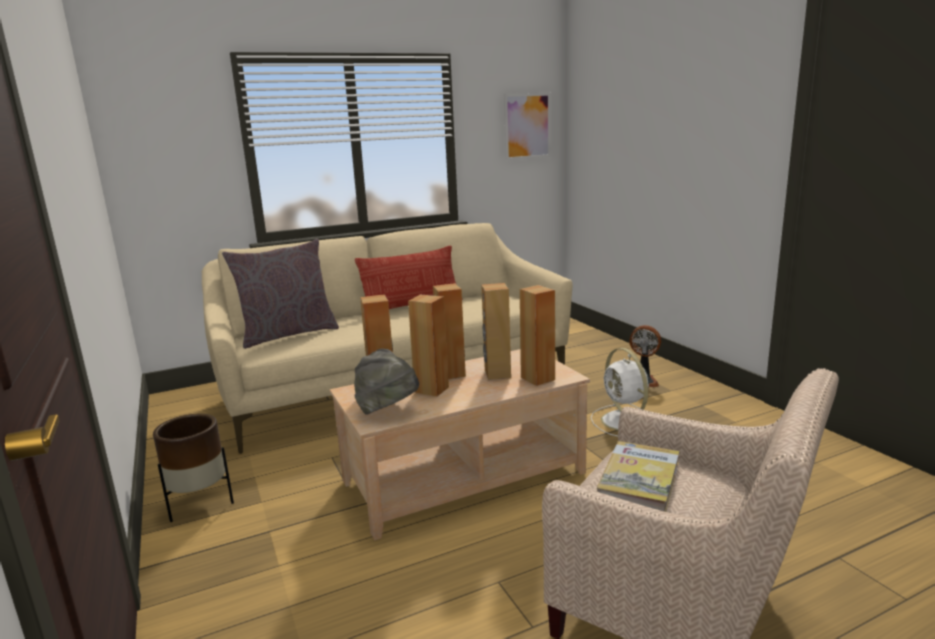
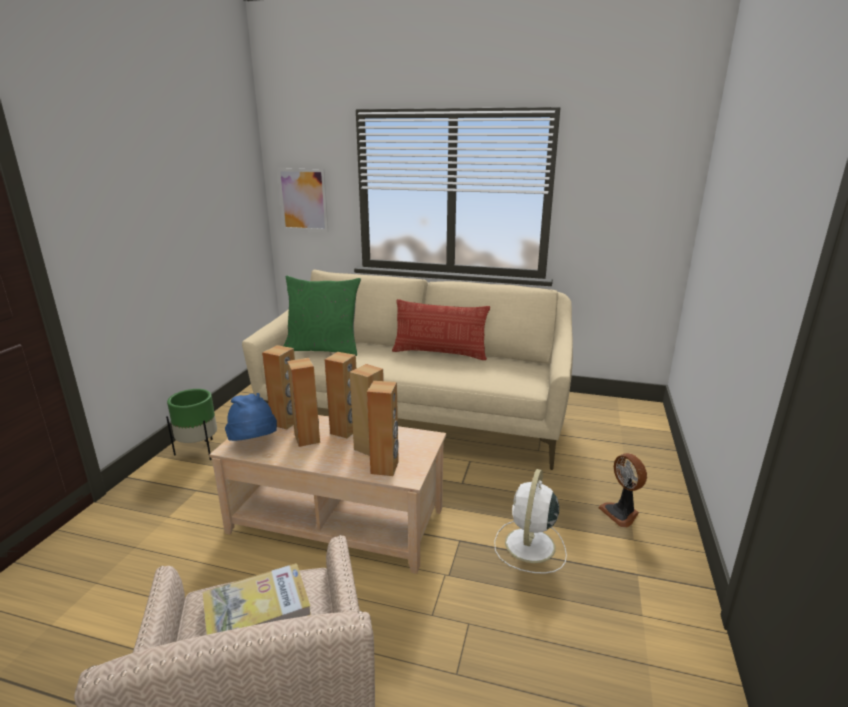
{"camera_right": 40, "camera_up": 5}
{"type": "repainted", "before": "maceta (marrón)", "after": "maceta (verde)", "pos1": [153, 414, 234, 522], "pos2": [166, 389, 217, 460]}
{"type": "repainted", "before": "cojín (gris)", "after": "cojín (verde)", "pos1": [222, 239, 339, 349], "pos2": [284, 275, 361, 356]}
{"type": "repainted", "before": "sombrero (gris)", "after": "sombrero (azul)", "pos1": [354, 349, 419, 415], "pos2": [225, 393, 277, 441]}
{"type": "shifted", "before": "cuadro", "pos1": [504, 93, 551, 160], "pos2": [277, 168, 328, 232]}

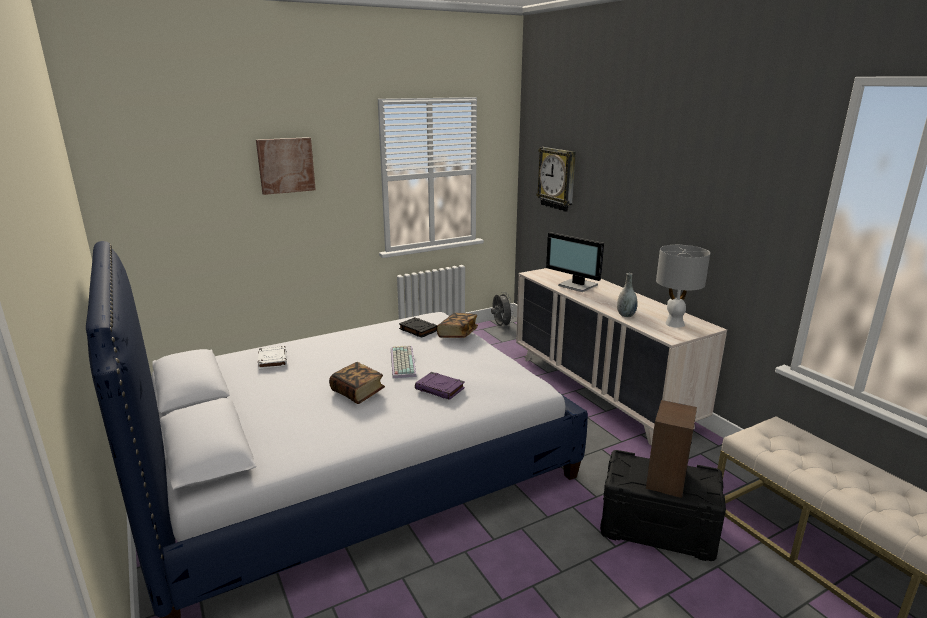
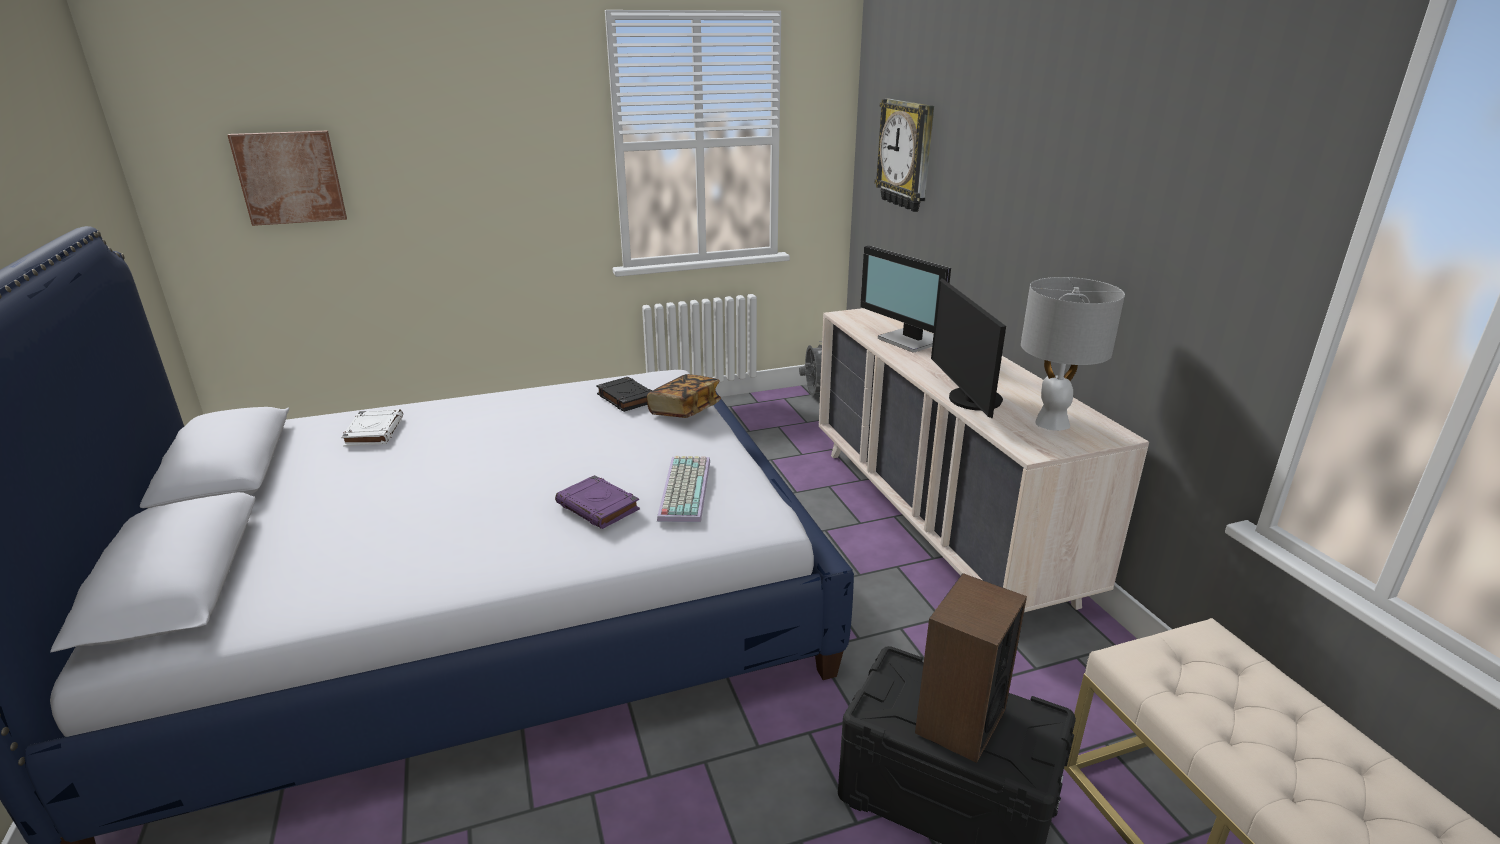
{"camera_right": 10, "camera_up": 5}
{"type": "shifted", "before": "cuadro", "pos1": [256, 137, 316, 195], "pos2": [228, 130, 347, 226]}
{"type": "gone", "before": "libro", "pos1": [329, 362, 385, 404]}
{"type": "shifted", "before": "teclado", "pos1": [391, 345, 417, 378], "pos2": [657, 456, 710, 522]}
{"type": "swapped", "before": "florero (gris)", "after": "monitor", "pos1": [617, 273, 638, 317], "pos2": [931, 278, 1006, 419]}

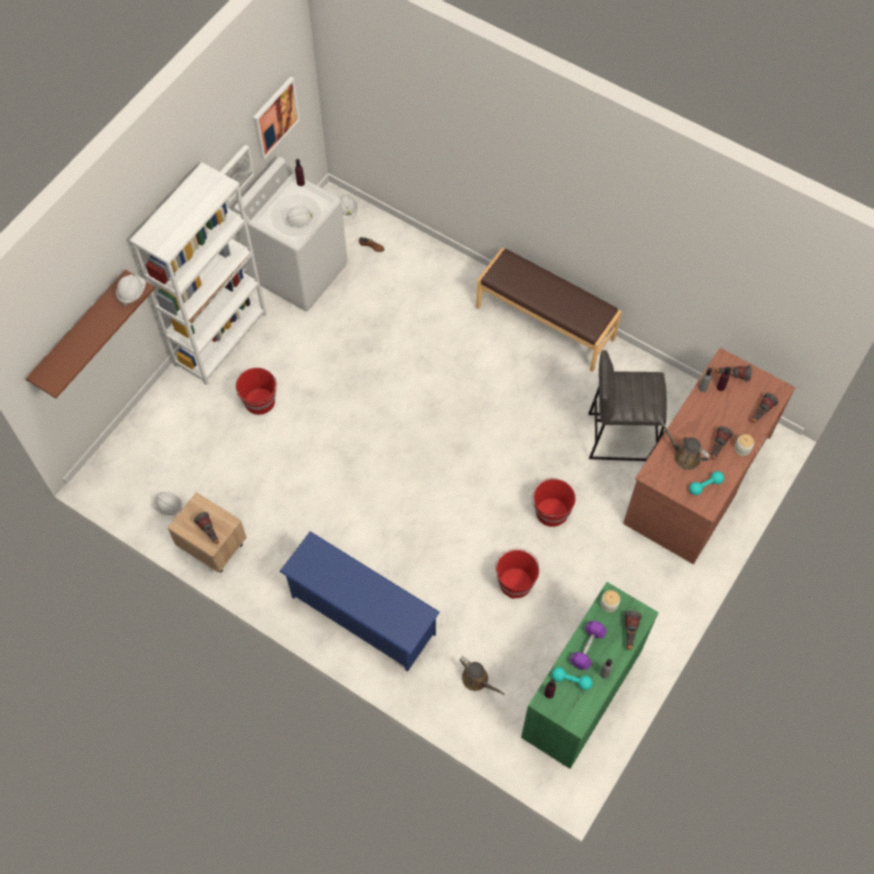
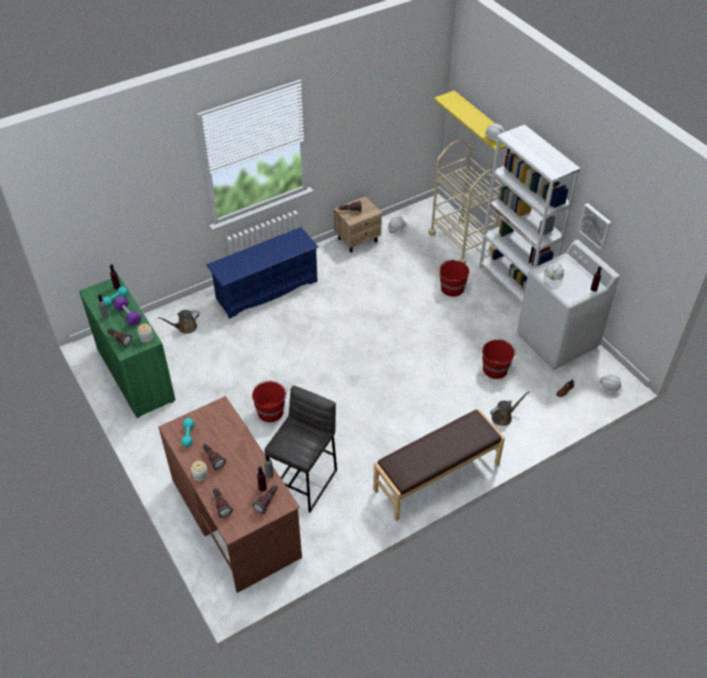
{"camera_right": 115, "camera_up": -15}
{"type": "repainted", "before": "estante (marrón)", "after": "estante (amarillo)", "pos1": [26, 270, 155, 398], "pos2": [434, 90, 510, 154]}
{"type": "gone", "before": "cuadro", "pos1": [253, 76, 300, 160]}
{"type": "shifted", "before": "cubo (rojo)", "pos1": [495, 548, 539, 599], "pos2": [482, 339, 516, 379]}
{"type": "shifted", "before": "regadera (marrón)", "pos1": [660, 421, 710, 470], "pos2": [490, 391, 529, 426]}
{"type": "new", "after": "carrito (beis)", "pos2": [429, 140, 504, 264]}

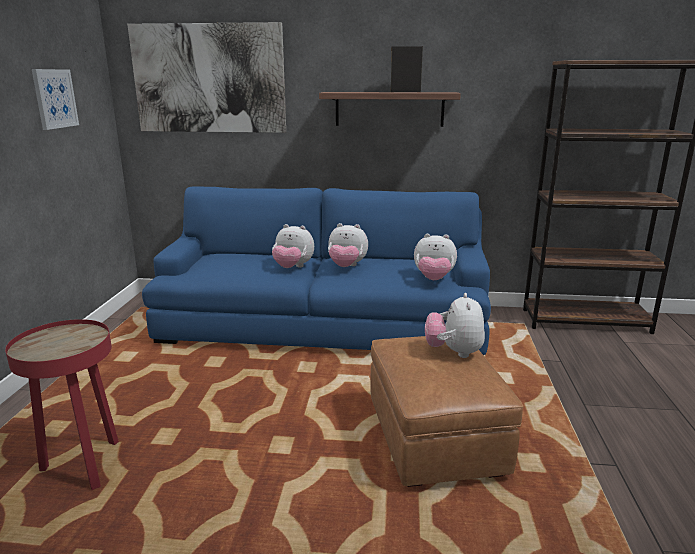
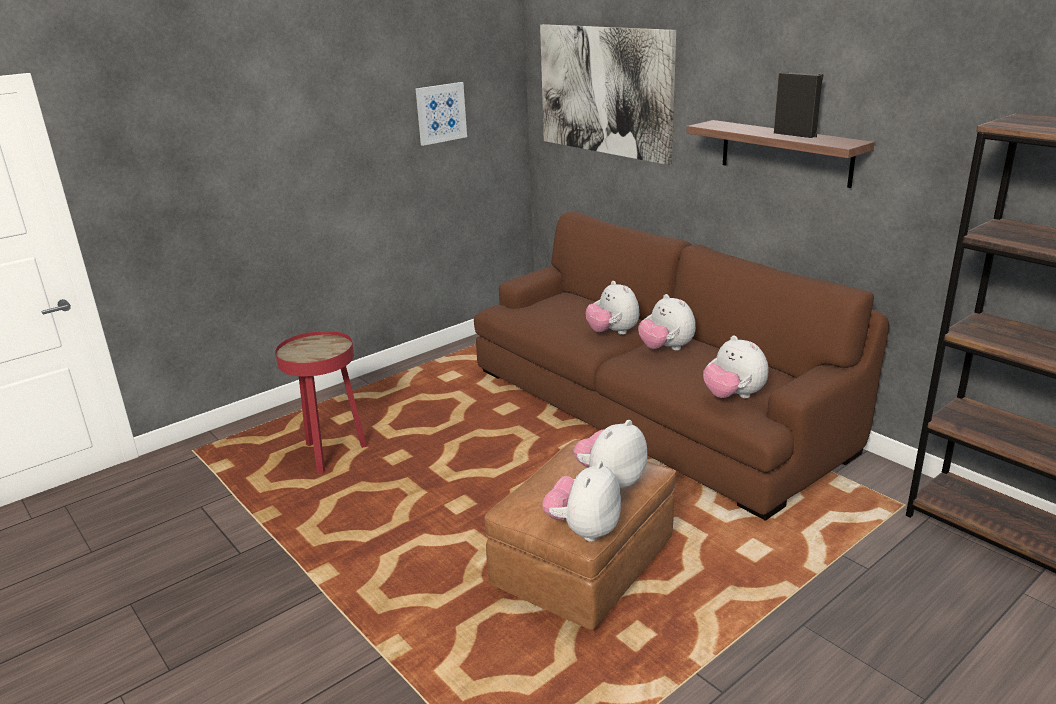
{"camera_right": 45, "camera_up": 5}
{"type": "repainted", "before": "sofá (azul)", "after": "sofá (marrón)", "pos1": [142, 186, 491, 355], "pos2": [474, 212, 889, 521]}
{"type": "new", "after": "peluche", "pos2": [542, 461, 621, 542]}

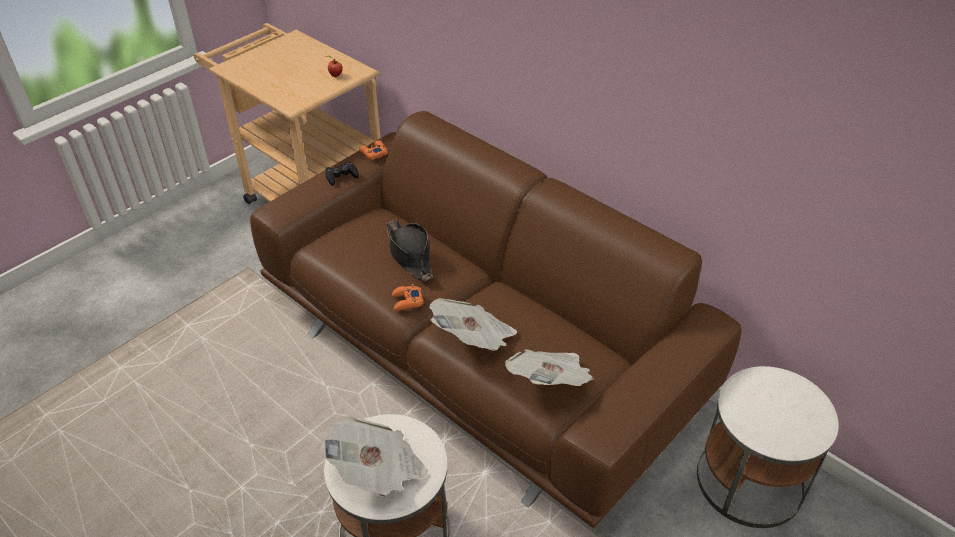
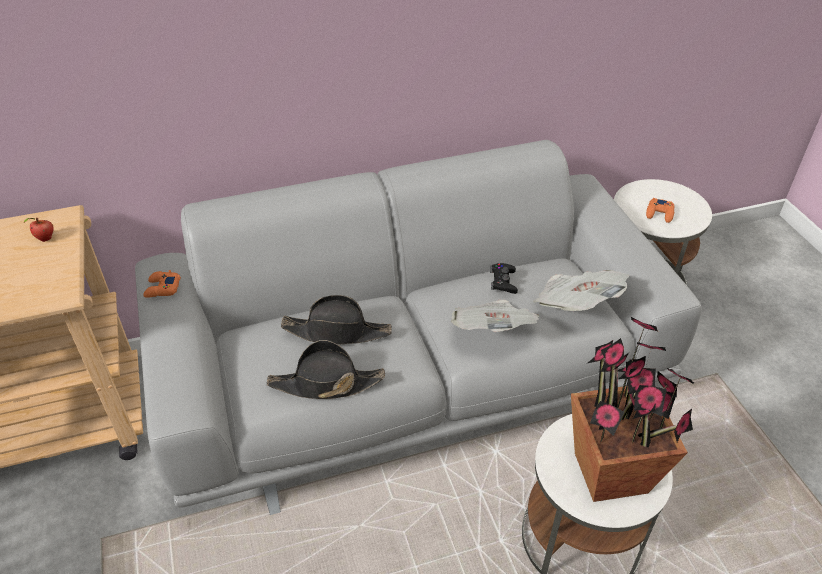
{"camera_right": -60, "camera_up": 0}
{"type": "repainted", "before": "sofá (marrón)", "after": "sofá (gris)", "pos1": [250, 111, 742, 528], "pos2": [135, 140, 702, 515]}
{"type": "swapped", "before": "periódico", "after": "planta en maceta", "pos1": [320, 416, 428, 497], "pos2": [571, 317, 695, 502]}
{"type": "shifted", "before": "mando de consola (negro)", "pos1": [325, 161, 359, 186], "pos2": [490, 263, 518, 294]}
{"type": "shifted", "before": "mando de consola (naranja)", "pos1": [392, 284, 423, 311], "pos2": [646, 198, 674, 223]}
{"type": "new", "after": "sombrero (negro)", "pos2": [267, 340, 385, 399]}

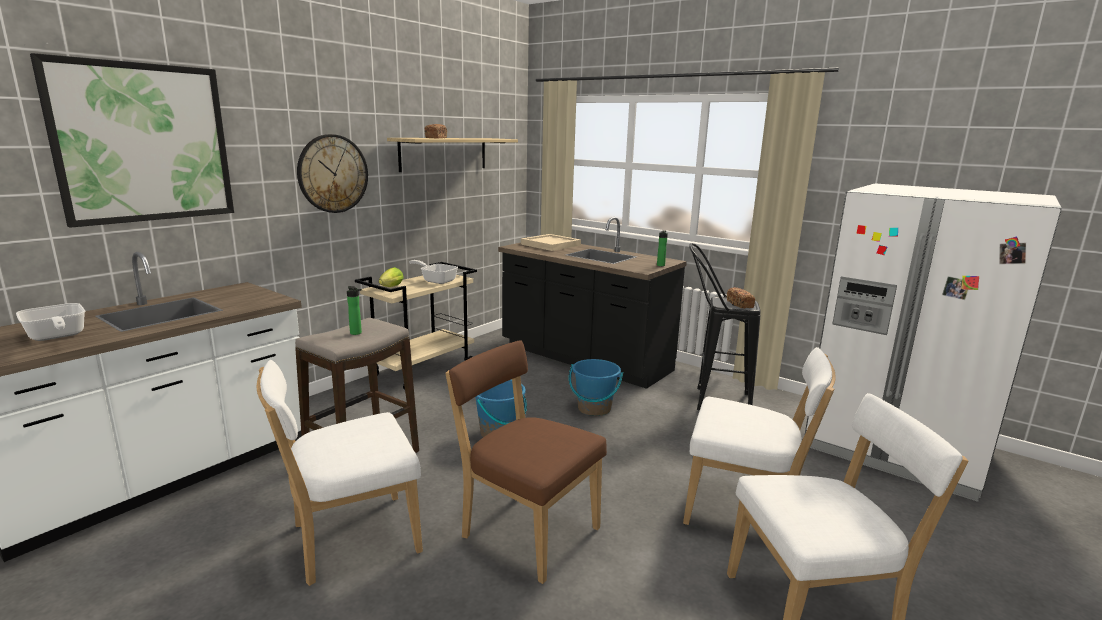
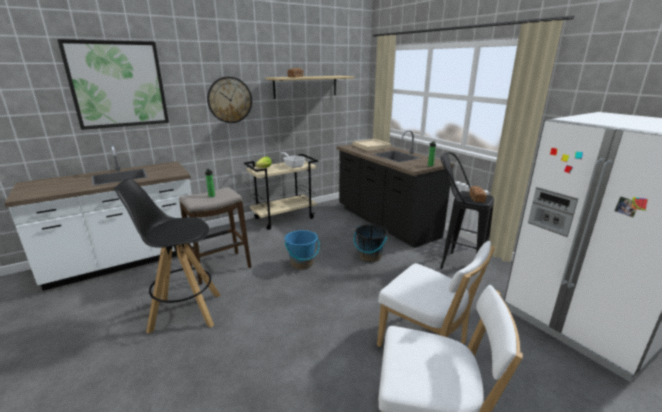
{"camera_right": 20, "camera_up": 5}
{"type": "gone", "before": "sartén", "pos1": [16, 303, 85, 341]}
{"type": "swapped", "before": "silla (blanco)", "after": "taburete (negro)", "pos1": [257, 360, 423, 586], "pos2": [113, 179, 221, 334]}
{"type": "gone", "before": "silla (marrón)", "pos1": [445, 340, 607, 584]}
{"type": "repainted", "before": "cubo (azul)", "after": "cubo (negro)", "pos1": [569, 359, 623, 416], "pos2": [354, 225, 388, 262]}

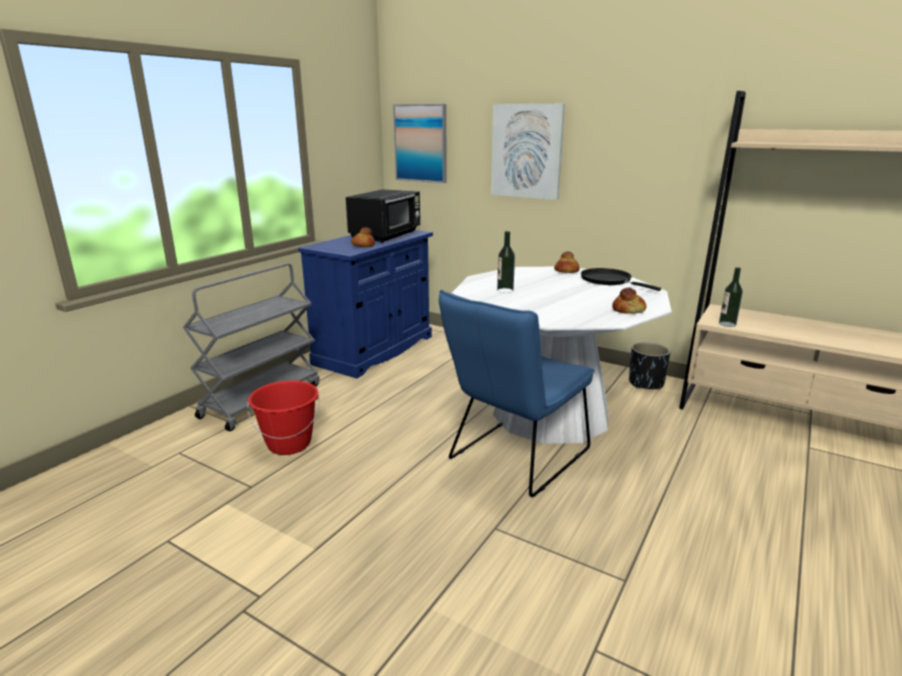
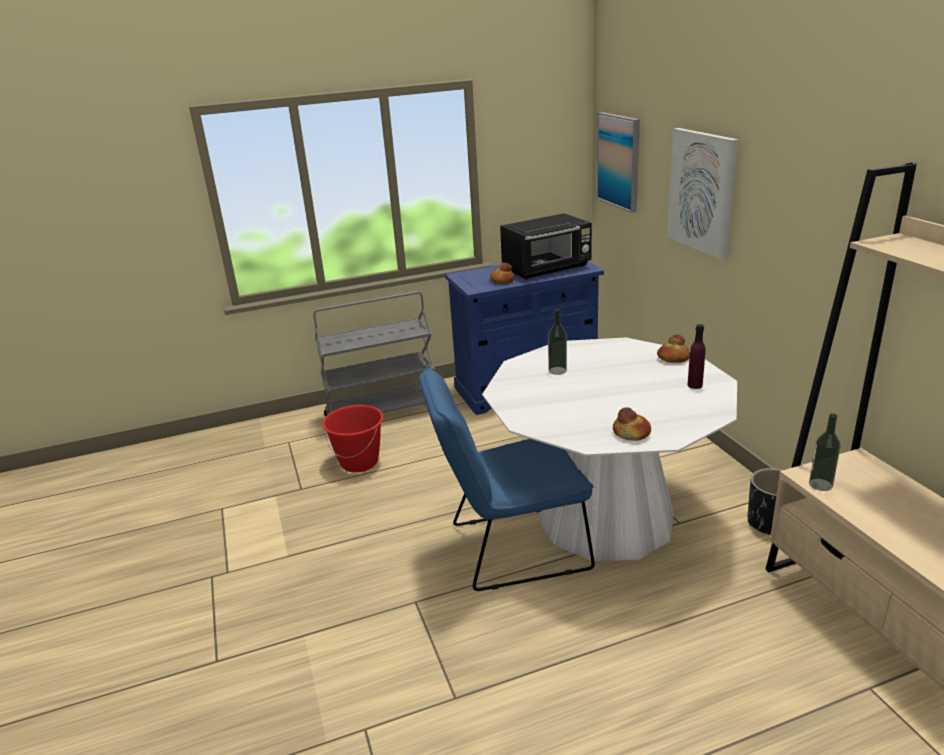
{"camera_right": 40, "camera_up": 5}
{"type": "swapped", "before": "sartén (negro)", "after": "botella (morado)", "pos1": [581, 268, 661, 291], "pos2": [688, 324, 706, 389]}

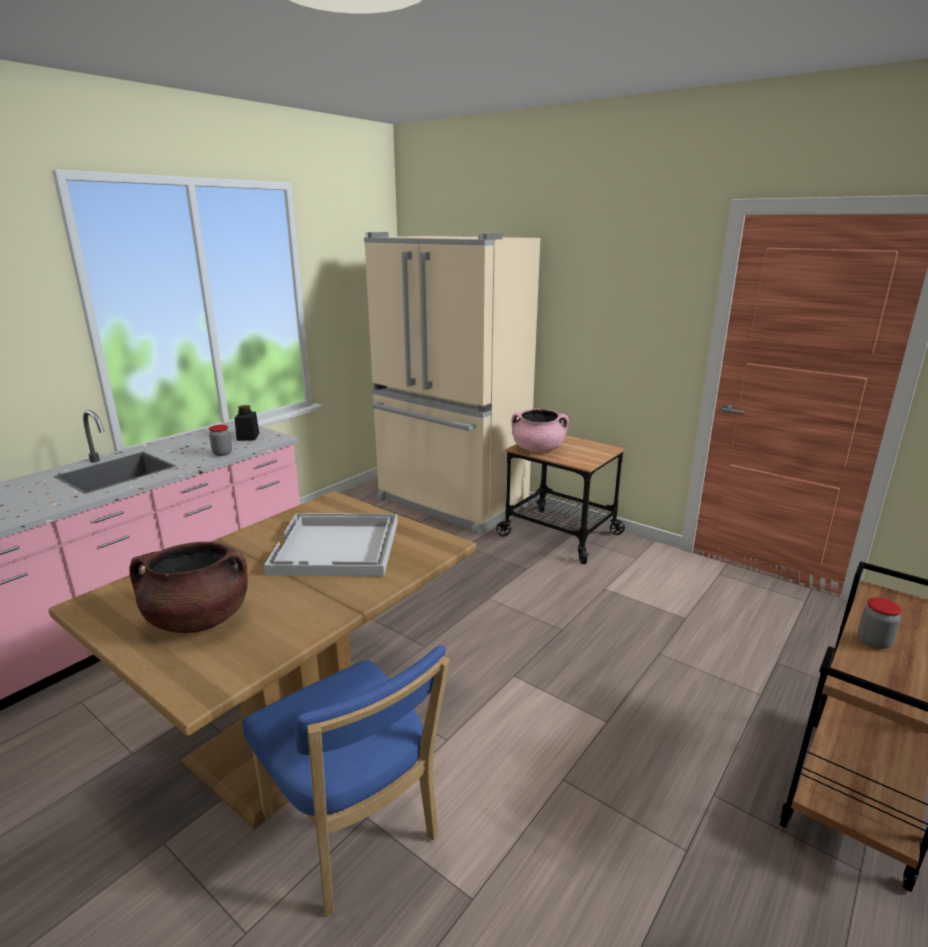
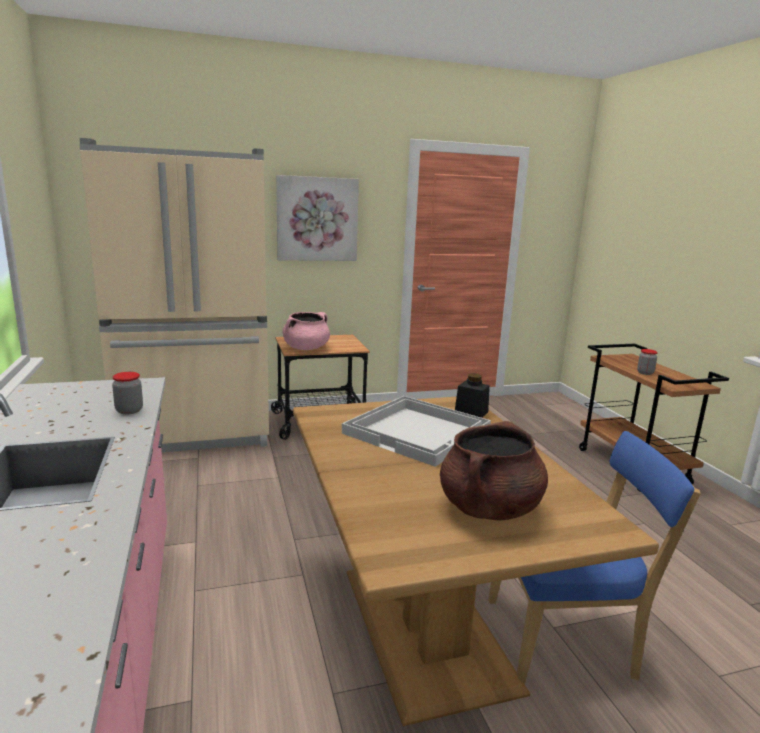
{"camera_right": -55, "camera_up": -5}
{"type": "shifted", "before": "tarro (negro)", "pos1": [235, 405, 259, 441], "pos2": [455, 373, 490, 418]}
{"type": "new", "after": "cuadro", "pos2": [276, 175, 359, 261]}

